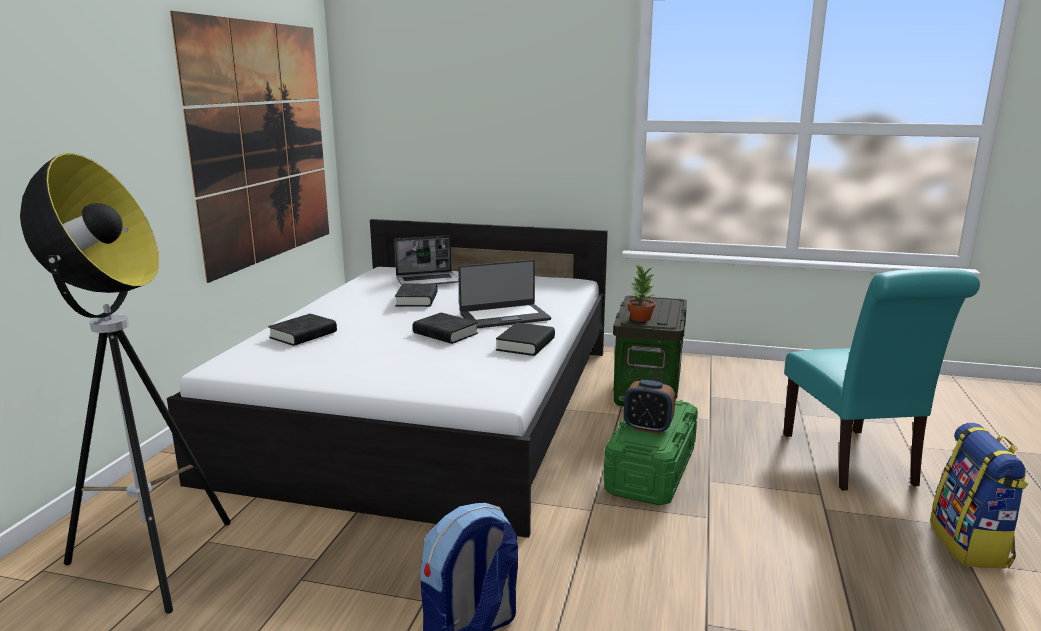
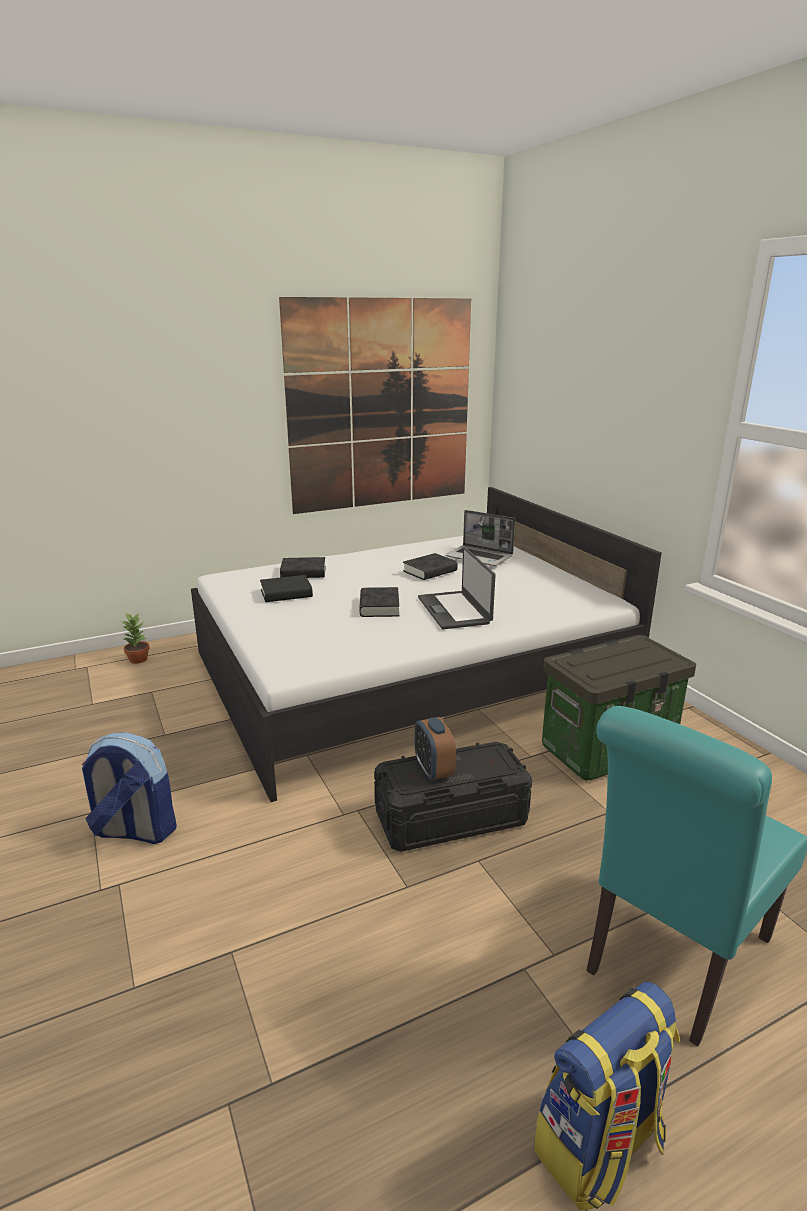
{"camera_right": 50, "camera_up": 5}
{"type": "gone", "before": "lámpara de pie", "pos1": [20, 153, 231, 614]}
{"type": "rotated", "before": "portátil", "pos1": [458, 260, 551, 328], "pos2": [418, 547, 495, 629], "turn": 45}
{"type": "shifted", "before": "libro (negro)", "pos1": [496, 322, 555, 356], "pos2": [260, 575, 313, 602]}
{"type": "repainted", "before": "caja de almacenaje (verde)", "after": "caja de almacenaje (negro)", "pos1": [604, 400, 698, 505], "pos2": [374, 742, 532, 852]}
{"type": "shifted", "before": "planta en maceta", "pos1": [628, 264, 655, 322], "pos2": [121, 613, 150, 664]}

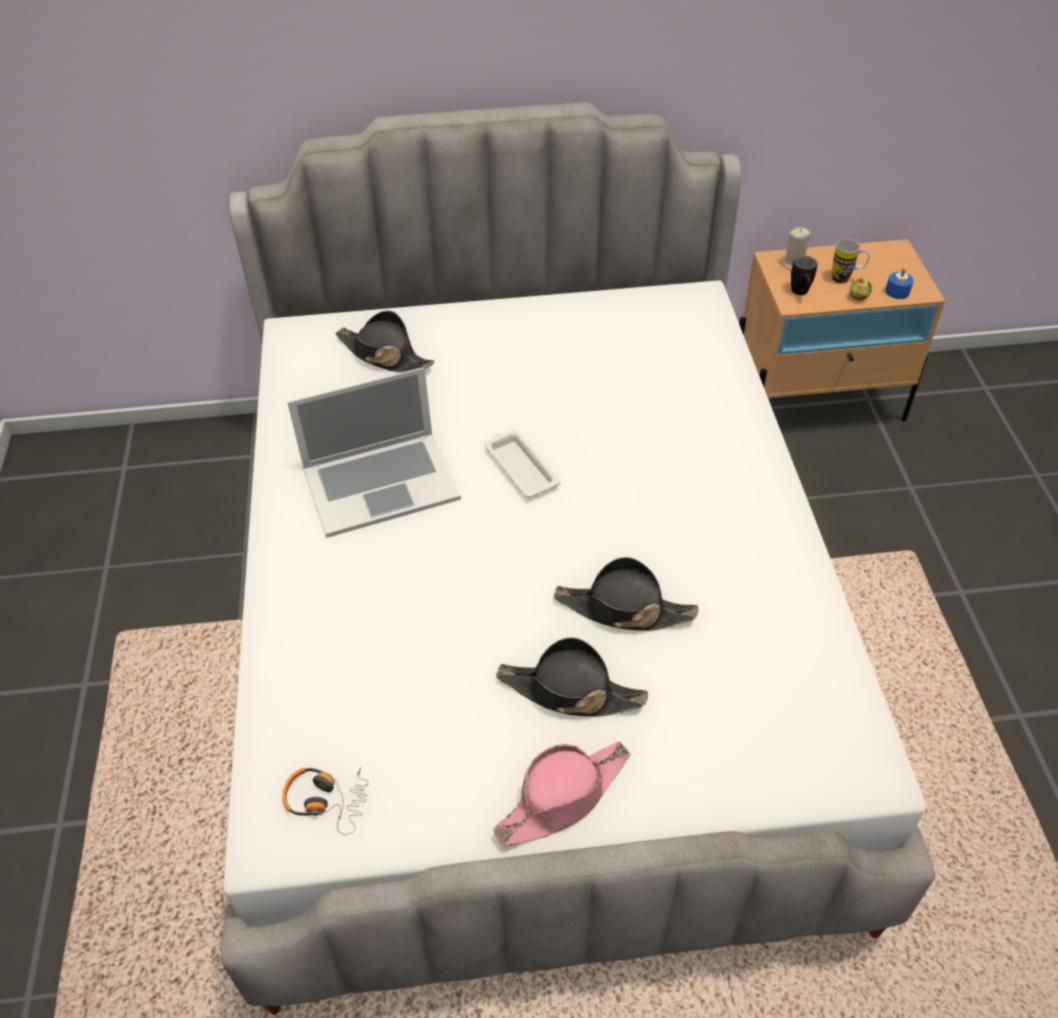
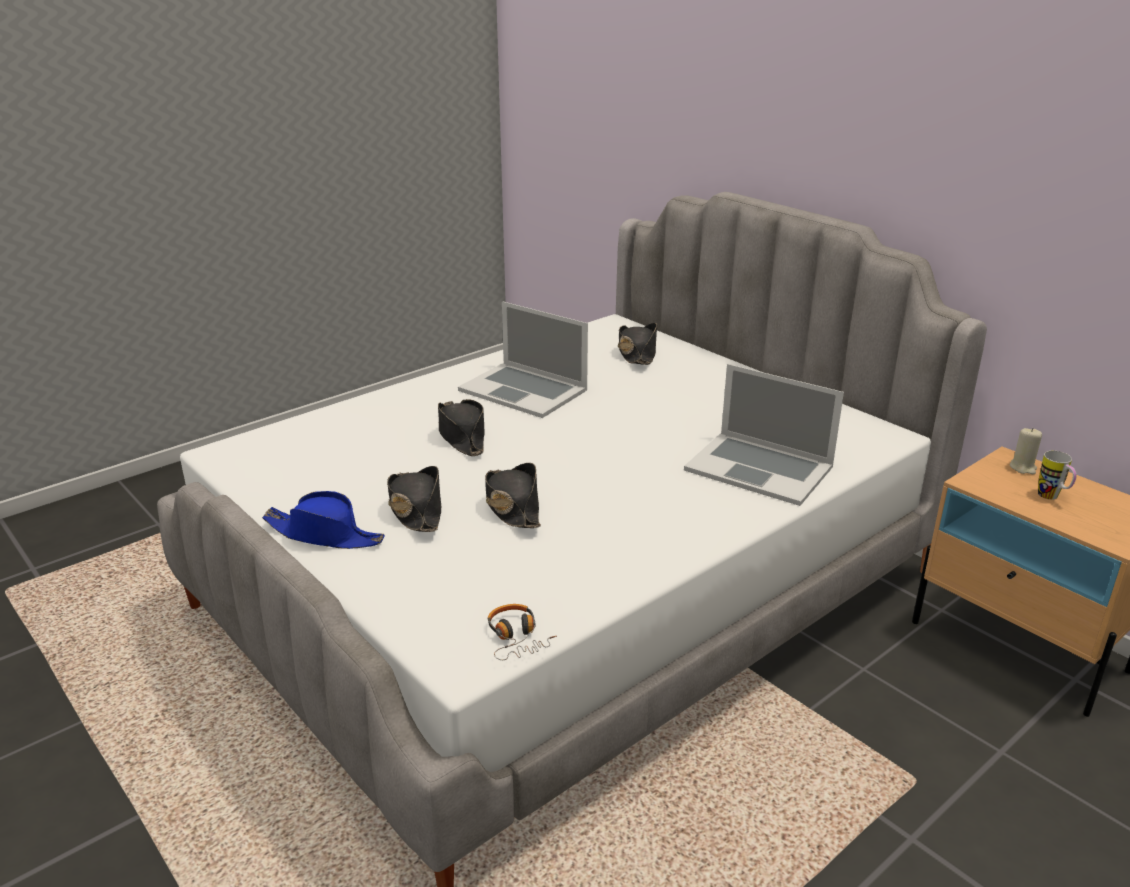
{"camera_right": 55, "camera_up": -20}
{"type": "shifted", "before": "auriculares", "pos1": [282, 767, 368, 835], "pos2": [488, 604, 557, 660]}
{"type": "gone", "before": "bandeja (blanco)", "pos1": [484, 429, 561, 498]}
{"type": "repainted", "before": "sombrero (rosa)", "after": "sombrero (azul)", "pos1": [493, 741, 631, 846], "pos2": [262, 491, 385, 549]}
{"type": "gone", "before": "taza grande (negro)", "pos1": [791, 255, 818, 295]}
{"type": "gone", "before": "manzana", "pos1": [850, 278, 872, 301]}
{"type": "gone", "before": "vela (azul)", "pos1": [885, 268, 914, 299]}
{"type": "new", "after": "sombrero (negro)", "pos2": [438, 399, 484, 456]}
{"type": "new", "after": "portátil", "pos2": [684, 364, 844, 506]}

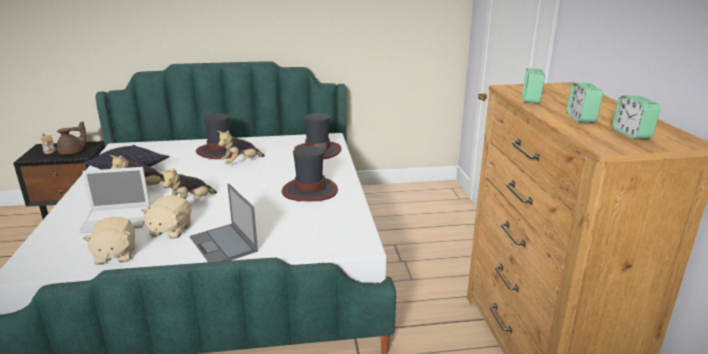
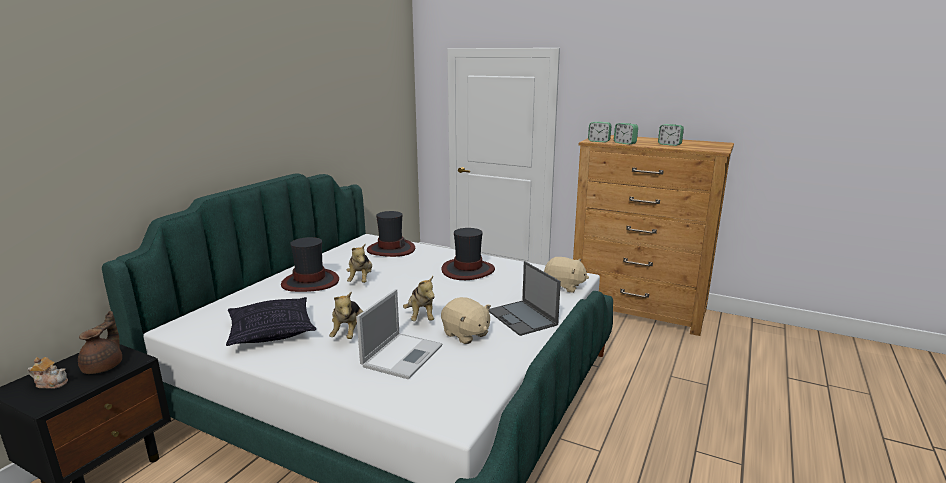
{"camera_right": -55, "camera_up": -5}
{"type": "shifted", "before": "peluche (beis)", "pos1": [83, 217, 135, 265], "pos2": [544, 257, 589, 293]}
{"type": "rotated", "before": "portátil", "pos1": [190, 184, 258, 262], "pos2": [489, 261, 561, 336], "turn": 60}
{"type": "shifted", "before": "despertador", "pos1": [612, 95, 661, 139], "pos2": [588, 122, 612, 142]}

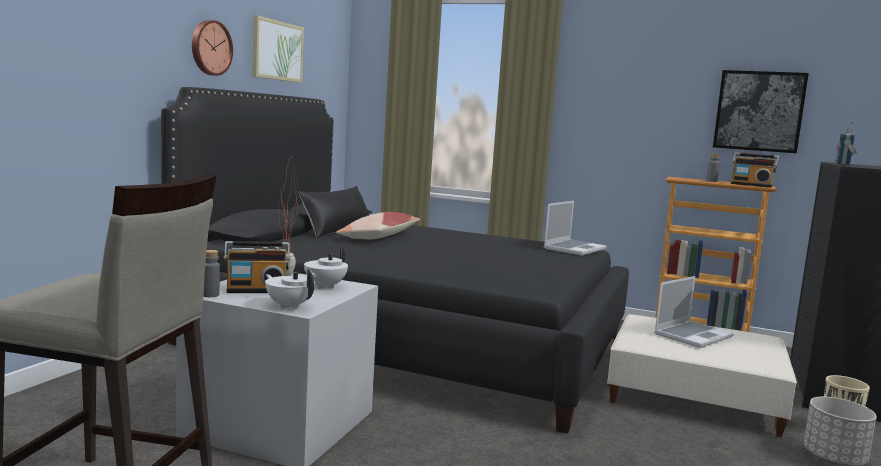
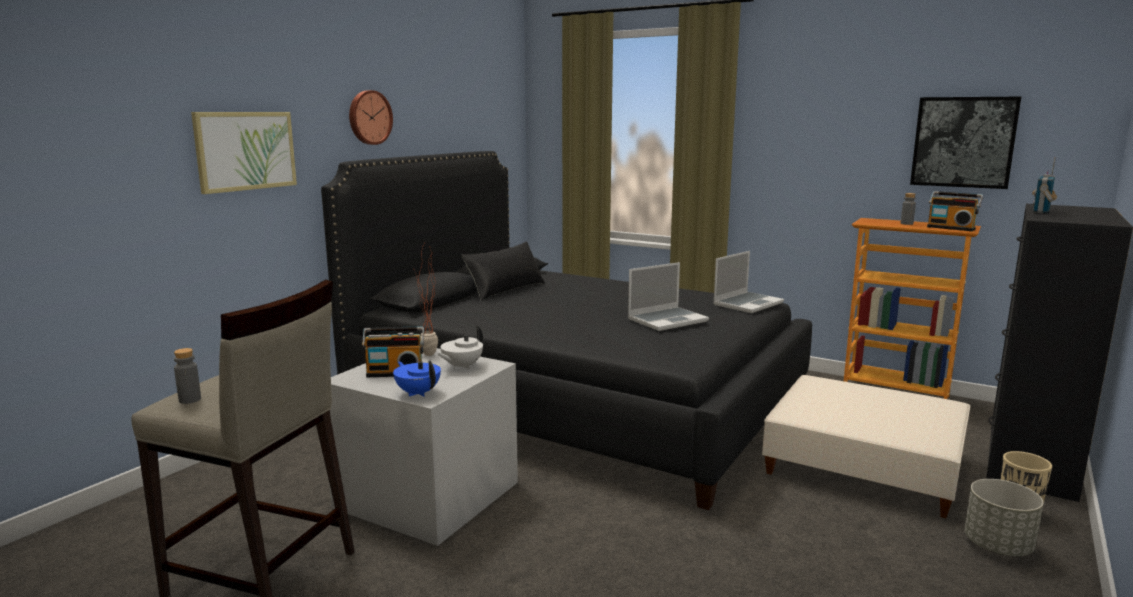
{"camera_right": 10, "camera_up": 5}
{"type": "shifted", "before": "botella (gris)", "pos1": [203, 250, 220, 297], "pos2": [174, 348, 201, 404]}
{"type": "shifted", "before": "cuadro", "pos1": [252, 15, 304, 83], "pos2": [191, 112, 297, 194]}
{"type": "repainted", "before": "tetera (blanco)", "after": "tetera (azul)", "pos1": [265, 269, 315, 309], "pos2": [393, 360, 441, 397]}
{"type": "gone", "before": "cojín", "pos1": [336, 212, 420, 239]}
{"type": "shifted", "before": "portátil", "pos1": [654, 276, 734, 348], "pos2": [628, 262, 709, 331]}

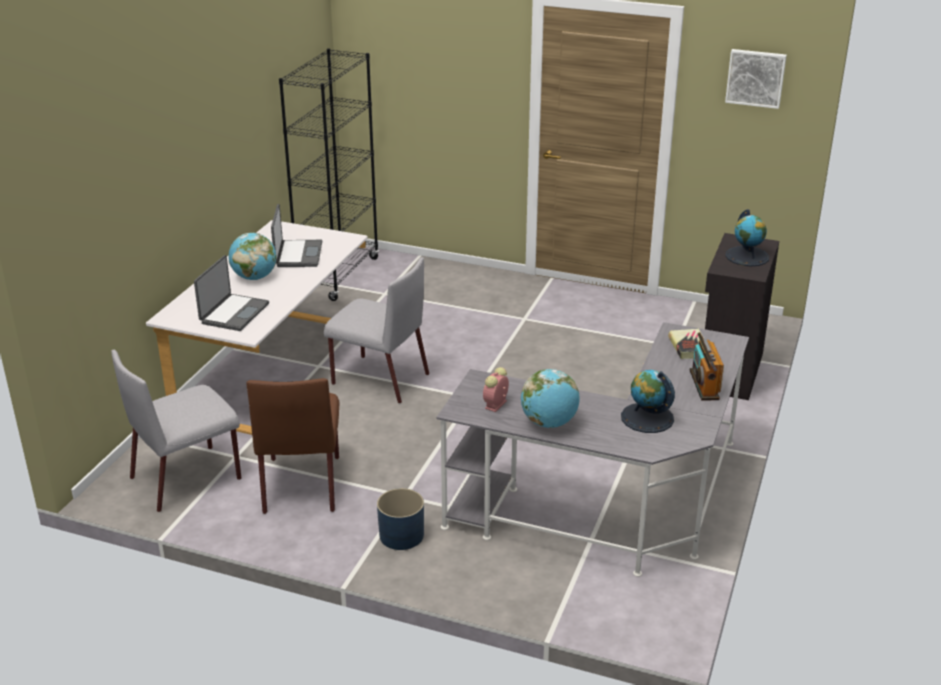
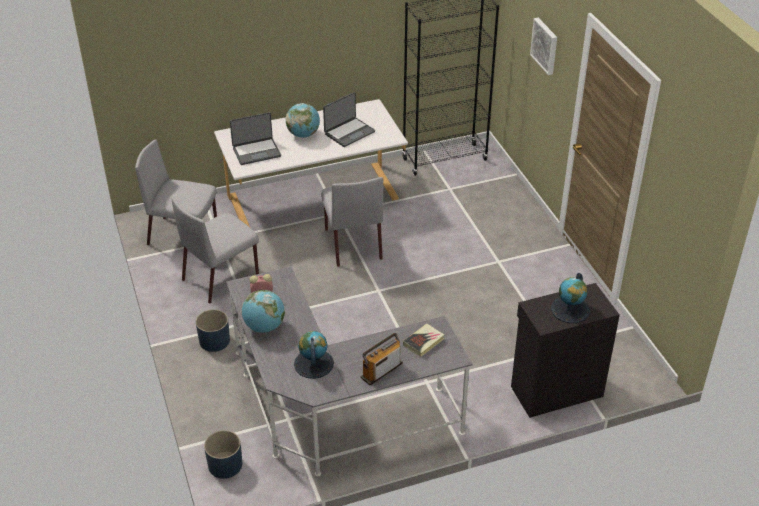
{"camera_right": 50, "camera_up": 10}
{"type": "repainted", "before": "silla (marrón)", "after": "silla (gris)", "pos1": [246, 378, 339, 514], "pos2": [171, 198, 259, 304]}
{"type": "shifted", "before": "cuadro", "pos1": [725, 49, 787, 109], "pos2": [530, 18, 557, 75]}
{"type": "new", "after": "maceta (azul)", "pos2": [204, 430, 242, 479]}

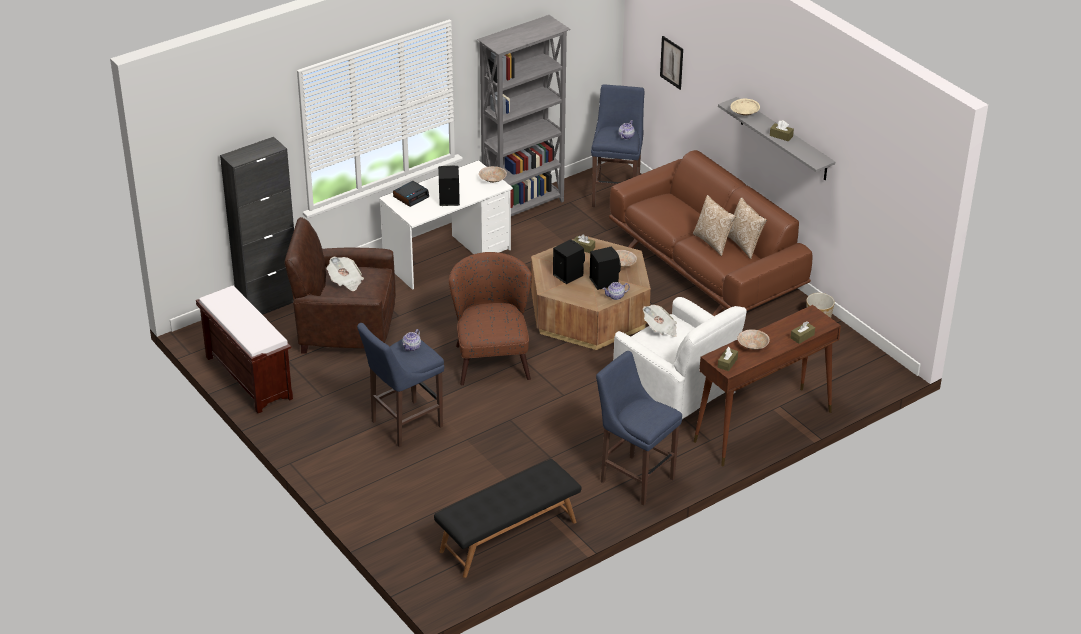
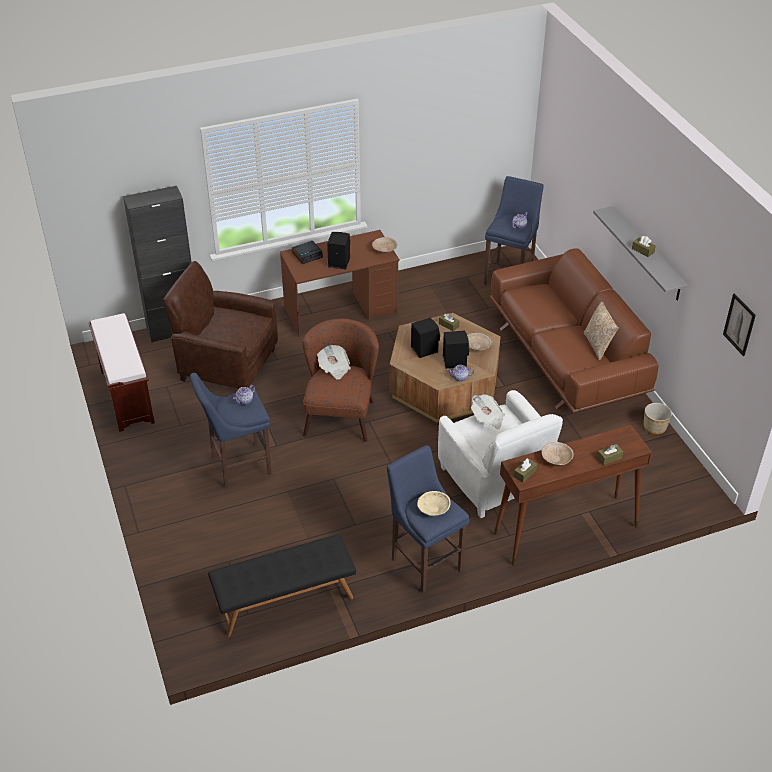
{"camera_right": 15, "camera_up": 5}
{"type": "shifted", "before": "periódico", "pos1": [327, 257, 364, 291], "pos2": [317, 345, 351, 380]}
{"type": "repainted", "before": "escritorio (blanco)", "after": "escritorio (marrón)", "pos1": [379, 160, 513, 290], "pos2": [280, 230, 400, 337]}
{"type": "gone", "before": "estantería (gris)", "pos1": [477, 15, 571, 216]}
{"type": "shifted", "before": "cuadro", "pos1": [660, 36, 683, 90], "pos2": [723, 293, 756, 356]}
{"type": "gone", "before": "cojín", "pos1": [693, 195, 736, 256]}
{"type": "shifted", "before": "cuenco (beis)", "pos1": [730, 99, 760, 116], "pos2": [417, 491, 451, 516]}

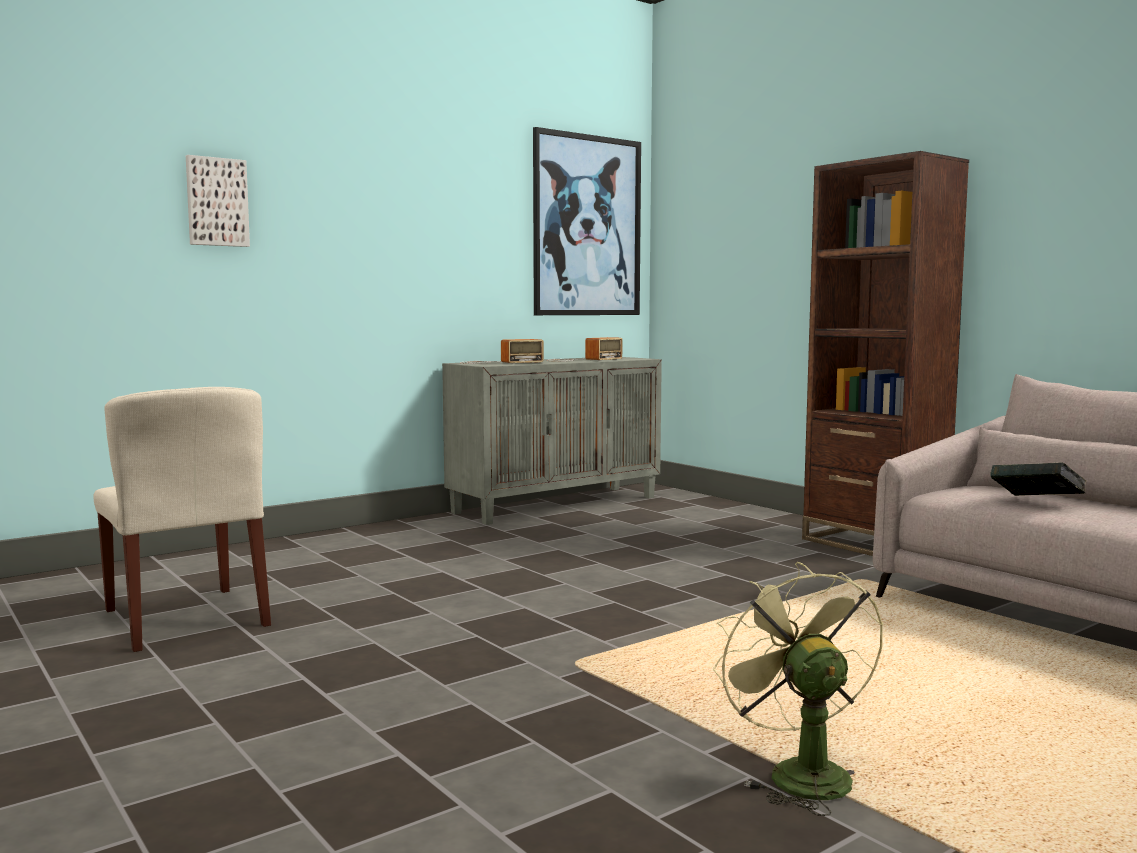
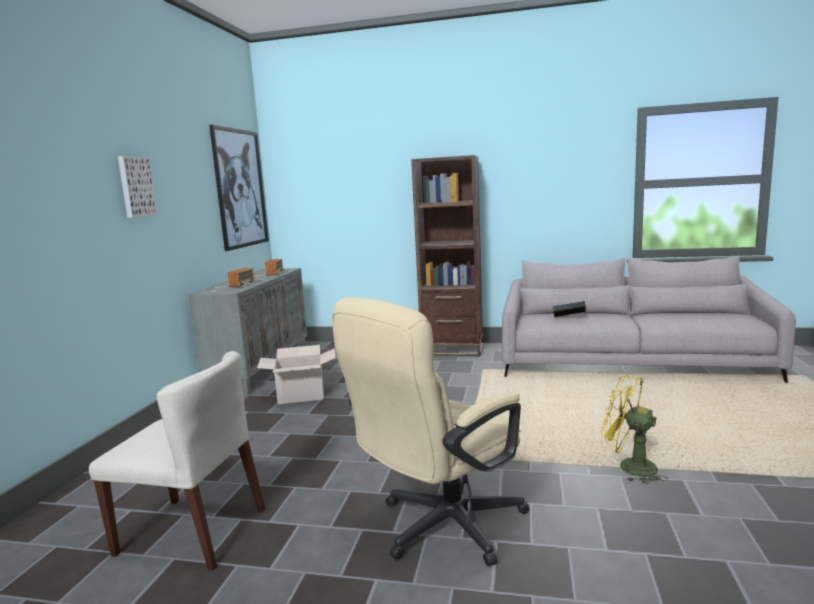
{"camera_right": -40, "camera_up": 5}
{"type": "shifted", "before": "cuadro", "pos1": [186, 155, 250, 247], "pos2": [118, 156, 158, 218]}
{"type": "repainted", "before": "ventilador (verde)", "after": "ventilador (amarillo)", "pos1": [713, 562, 883, 816], "pos2": [601, 375, 668, 484]}
{"type": "new", "after": "caja de cartón", "pos2": [257, 345, 336, 404]}
{"type": "new", "after": "silla de oficina (beis)", "pos2": [332, 297, 530, 566]}

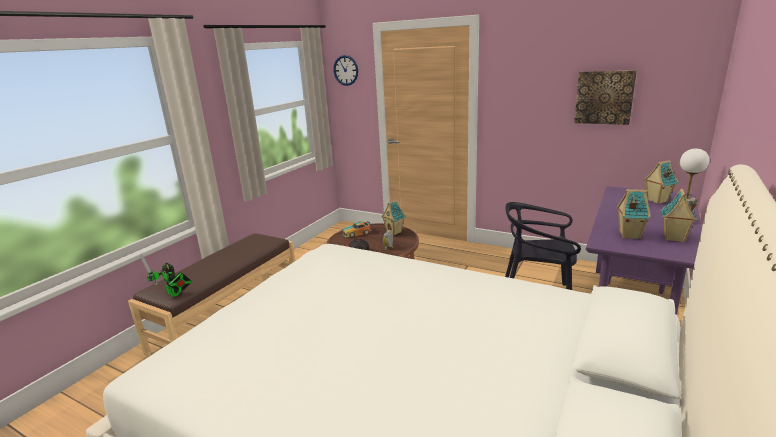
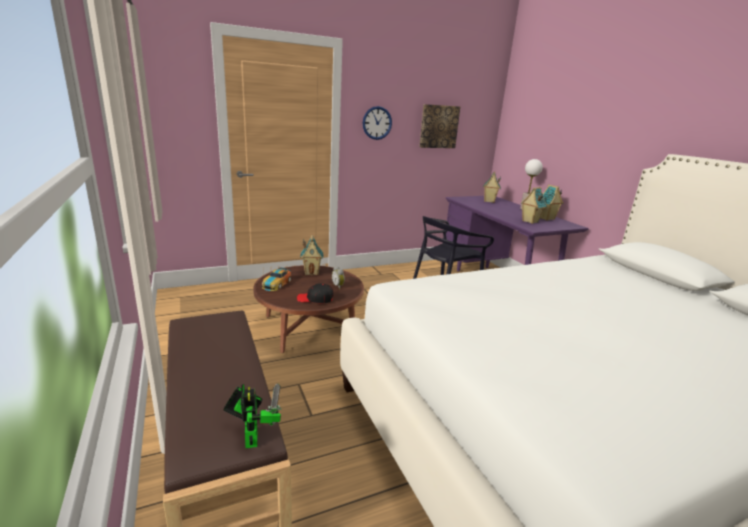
{"camera_right": -55, "camera_up": 0}
{"type": "rotated", "before": "robot de juguete", "pos1": [141, 256, 192, 297], "pos2": [223, 383, 282, 448], "turn": -90}
{"type": "shifted", "before": "reloj de pared", "pos1": [333, 55, 358, 86], "pos2": [363, 106, 392, 140]}

